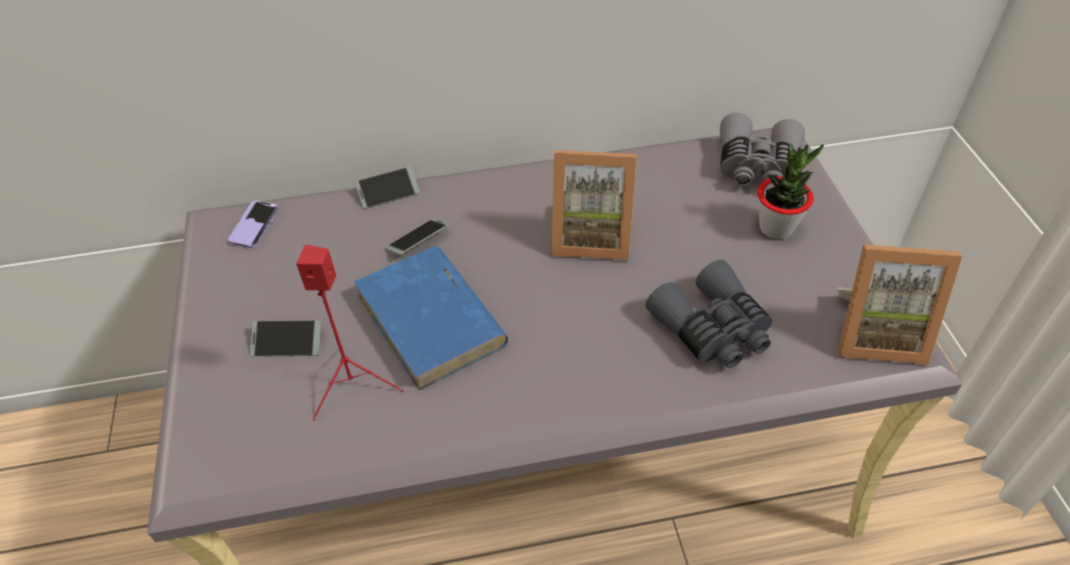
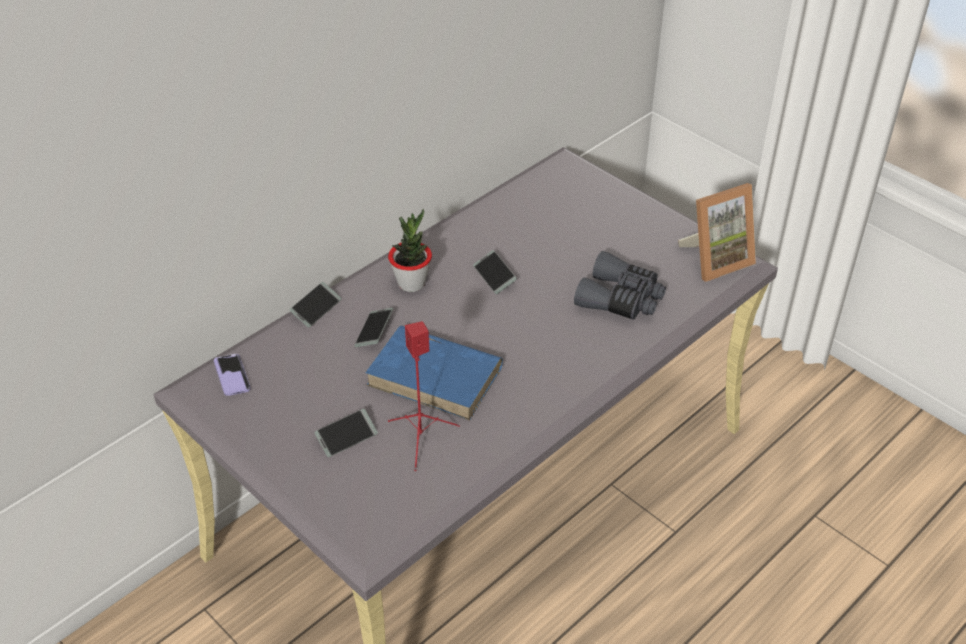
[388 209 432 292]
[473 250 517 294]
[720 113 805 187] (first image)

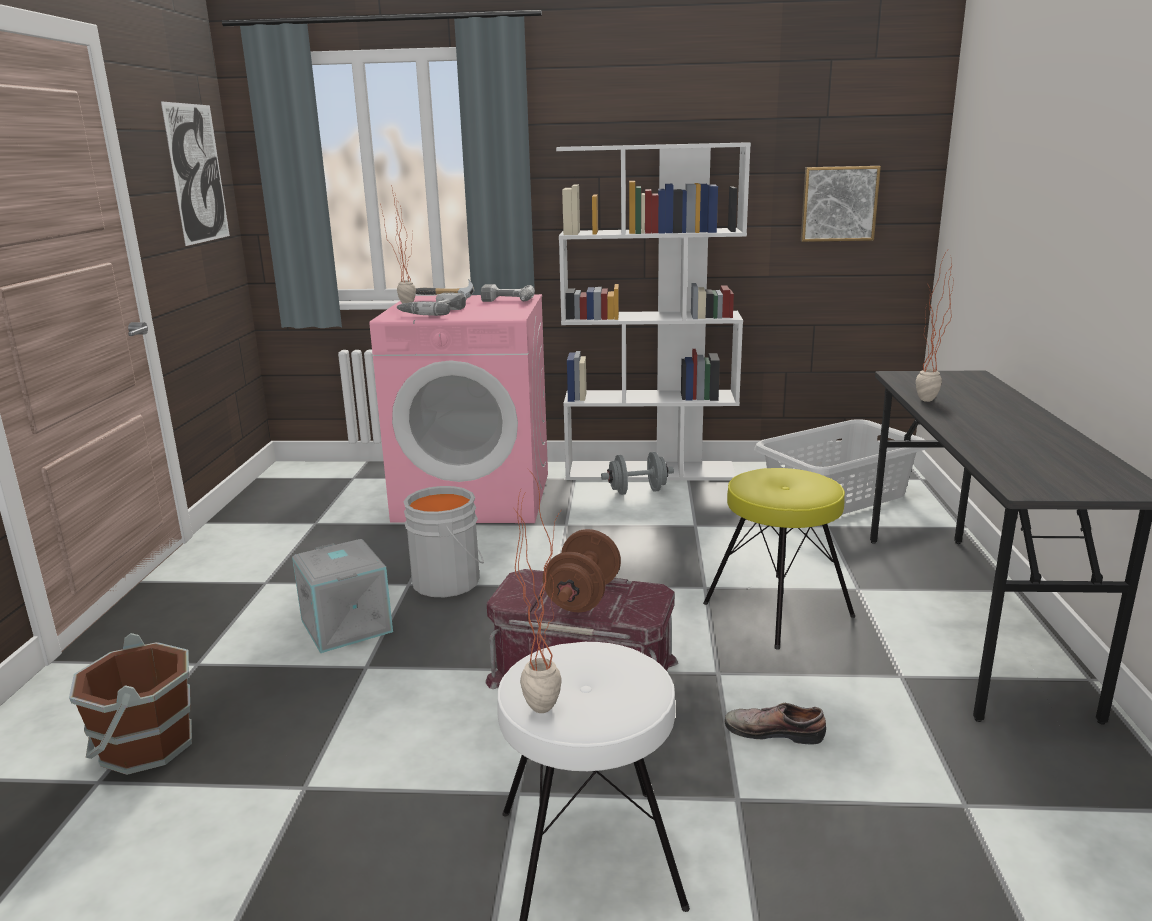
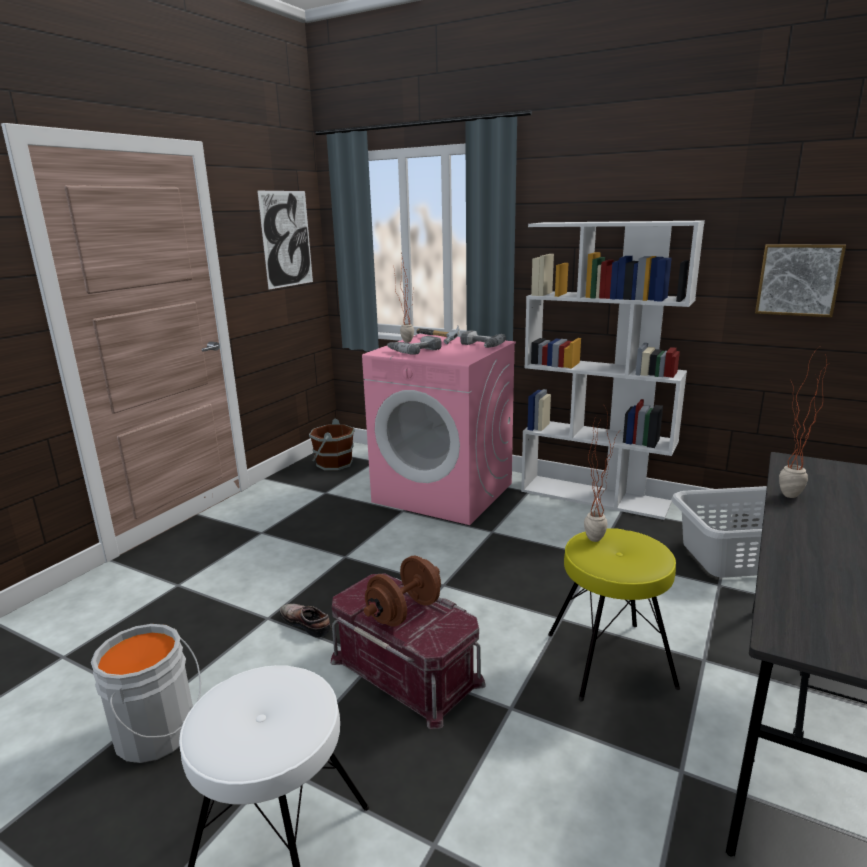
[91 624 201 763]
[280 604 331 638]
[309 418 355 471]
[584 407 618 542]
[292 539 393 653] (first image)
[601 452 674 495] (first image)

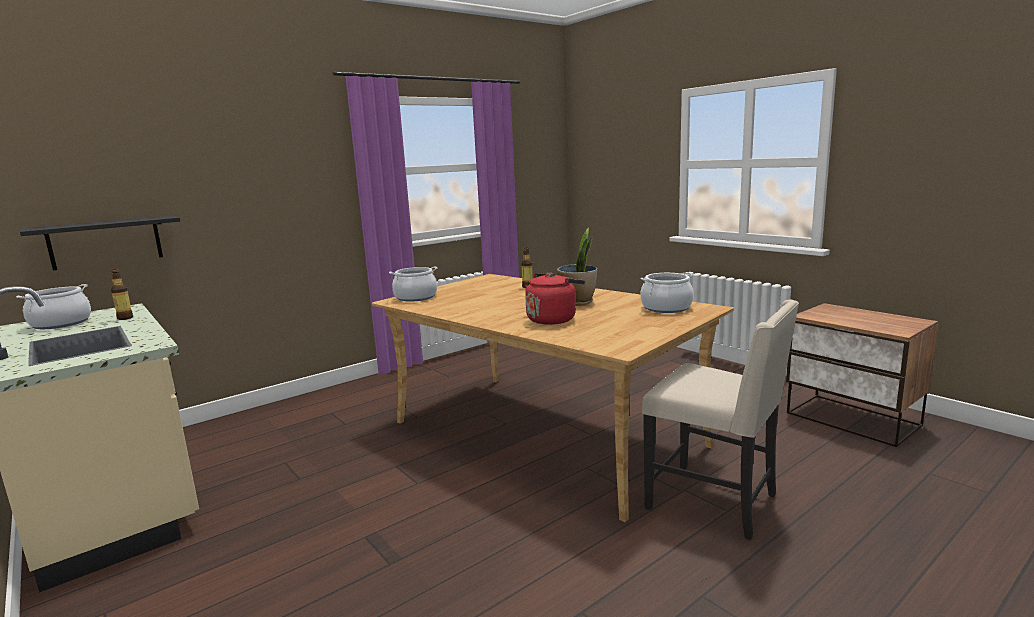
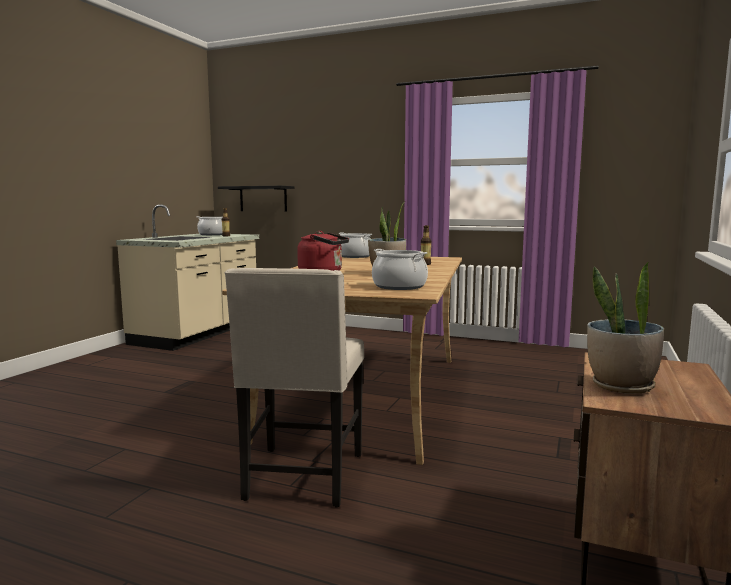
[587 261 664 394]

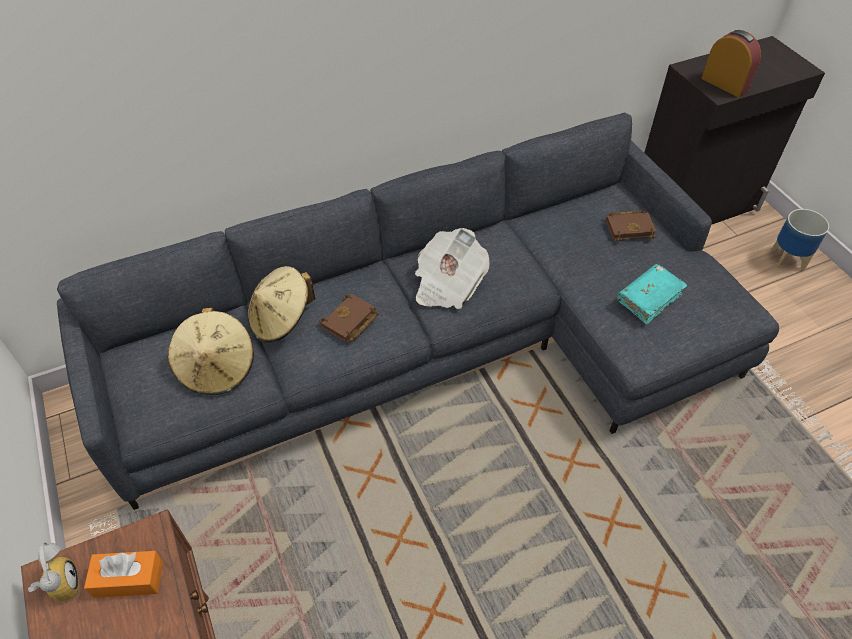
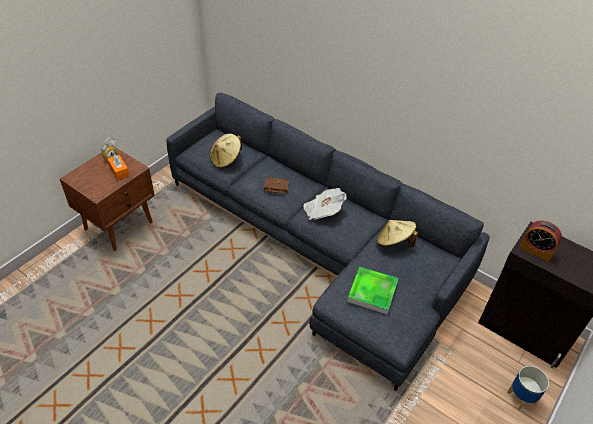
[347 267 398 314]
[377 220 418 247]
[519 220 562 262]
[606 211 657 241] (first image)

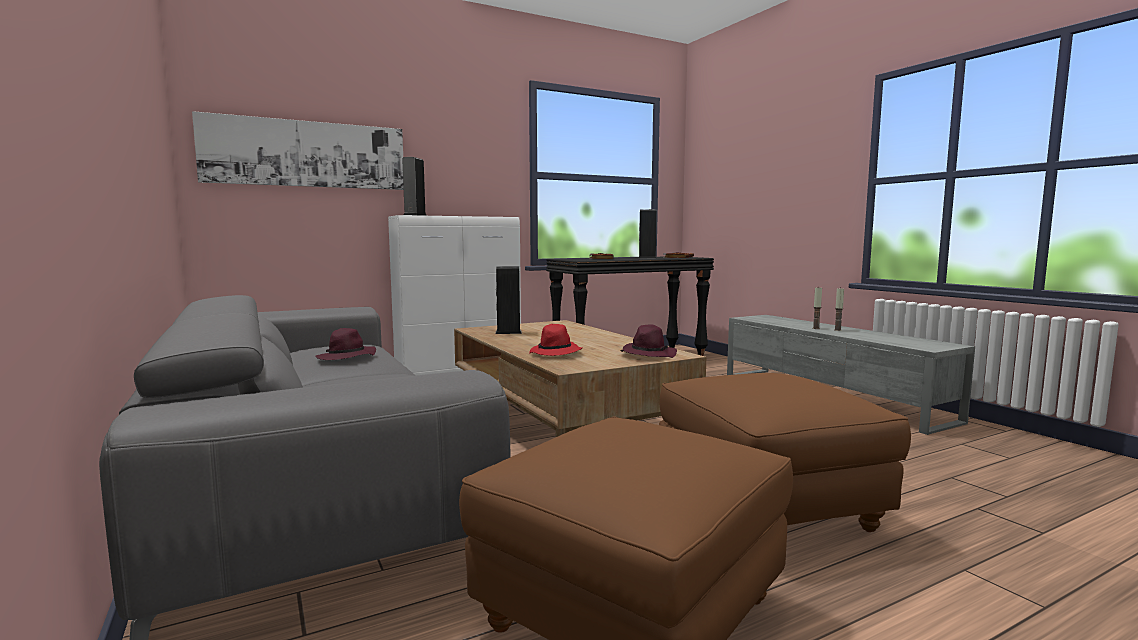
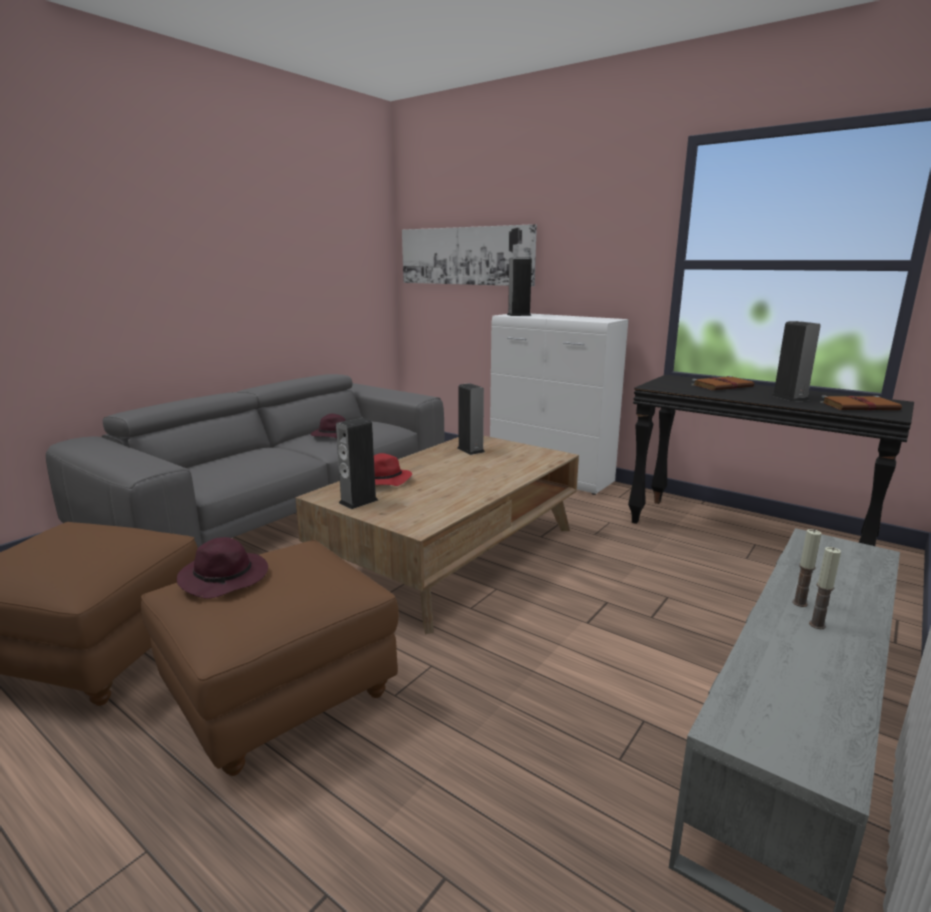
[177 537 268 599]
[336 417 378 509]

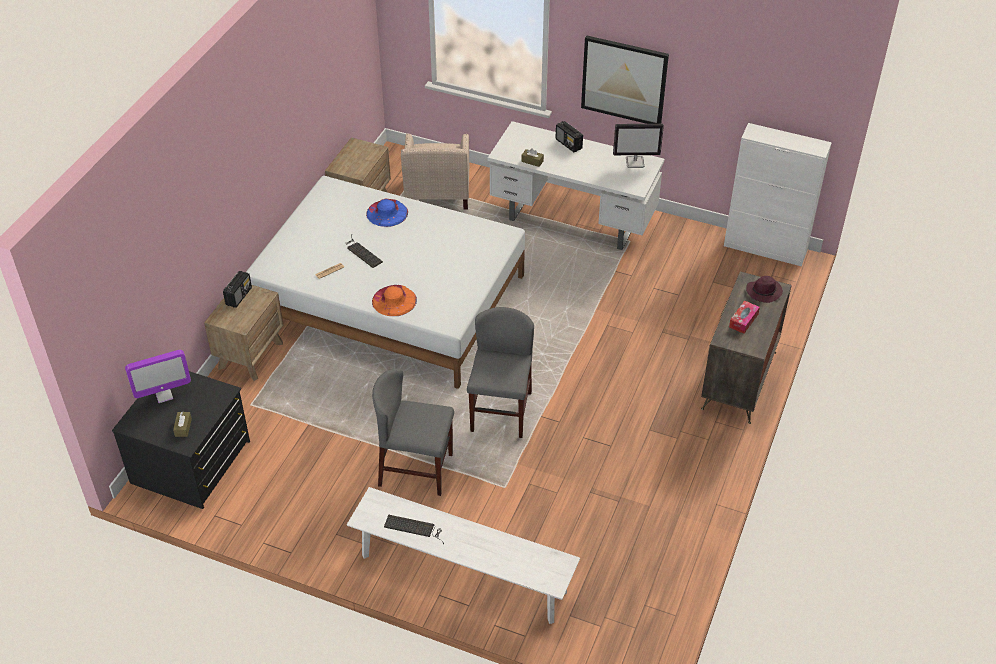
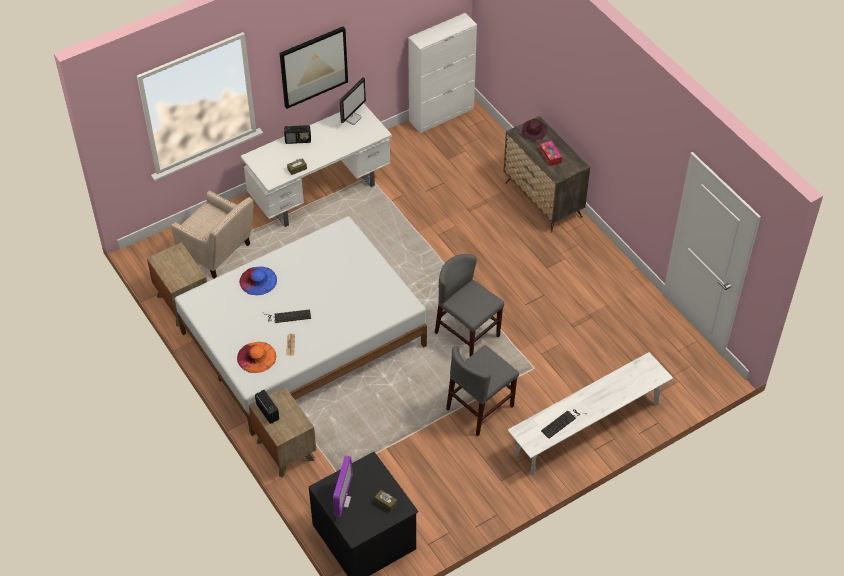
[237 342 276 373]

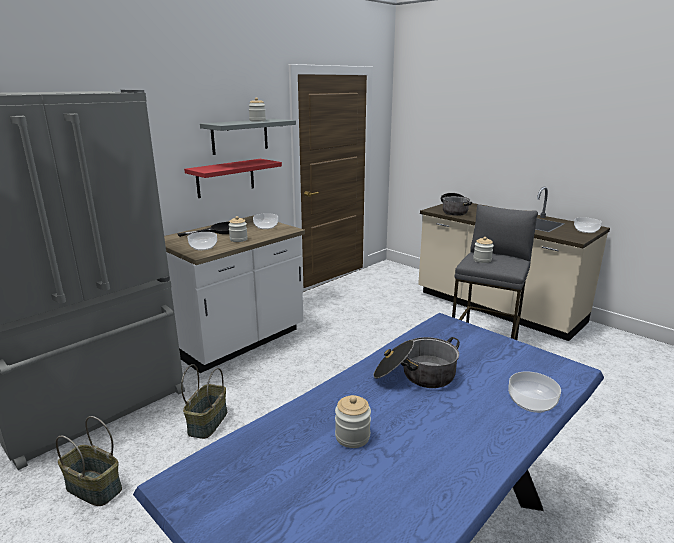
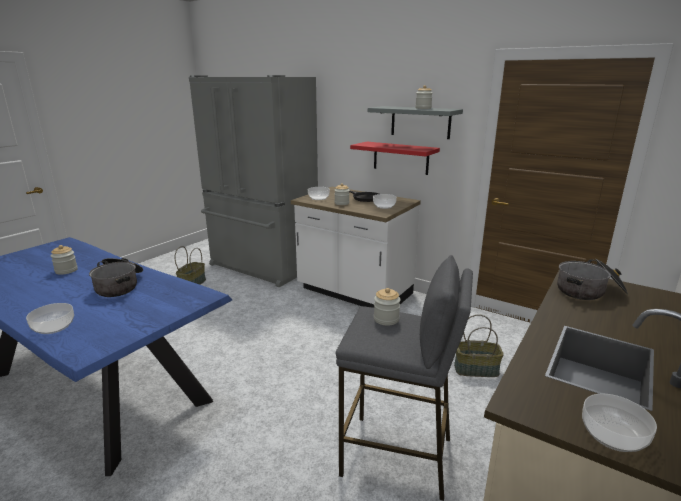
[454 315 504 377]

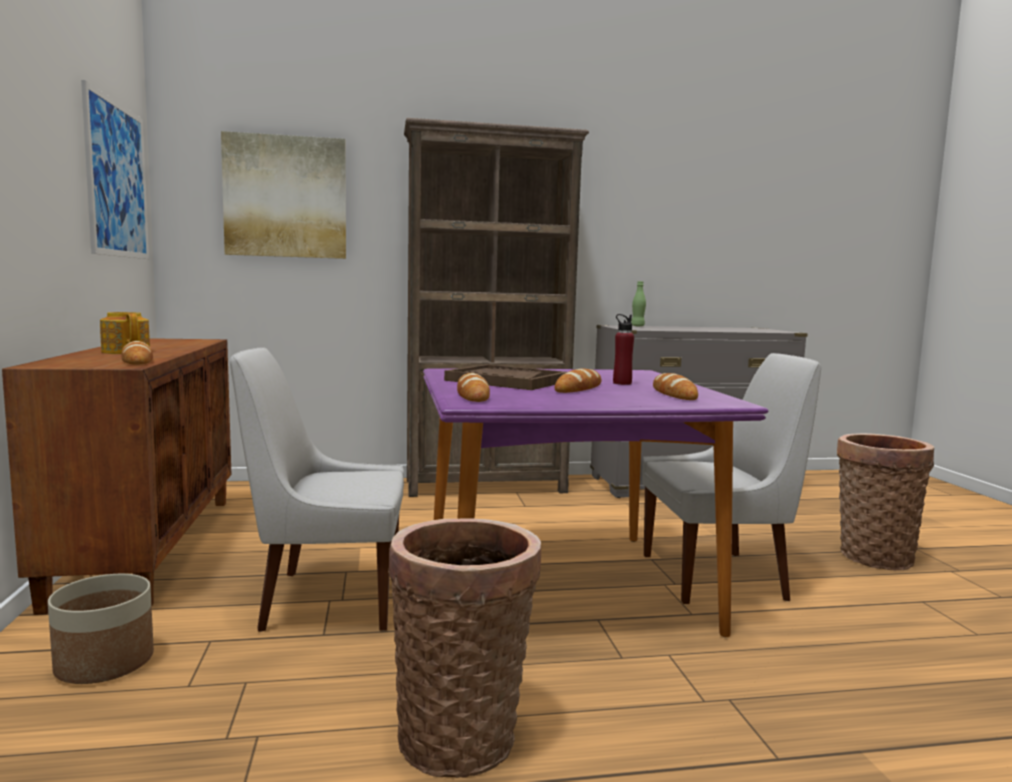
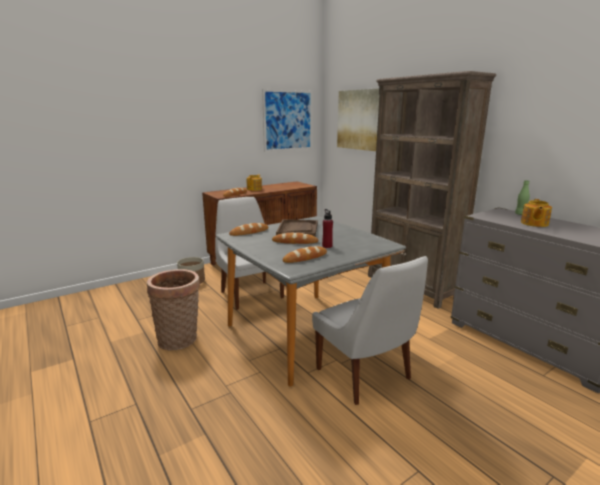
[216 216 406 387]
[521 199 552 227]
[837 433 934 570] (first image)

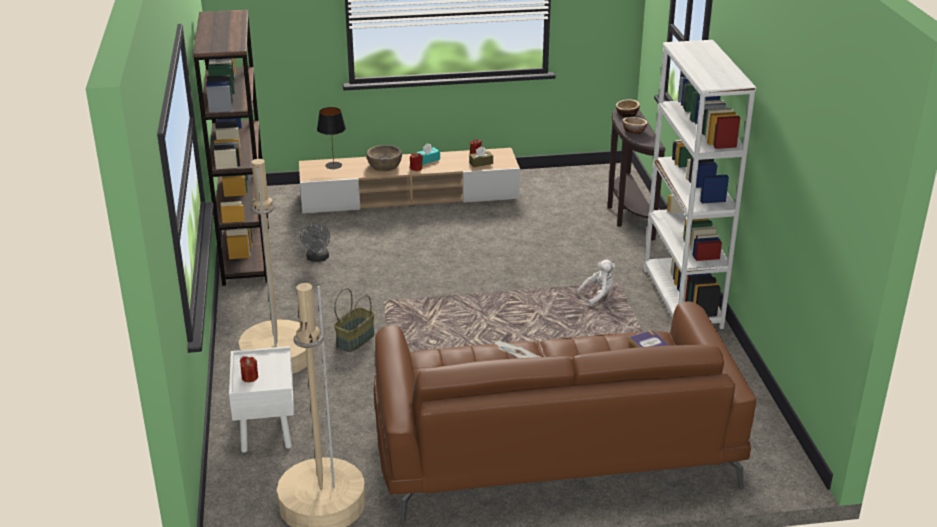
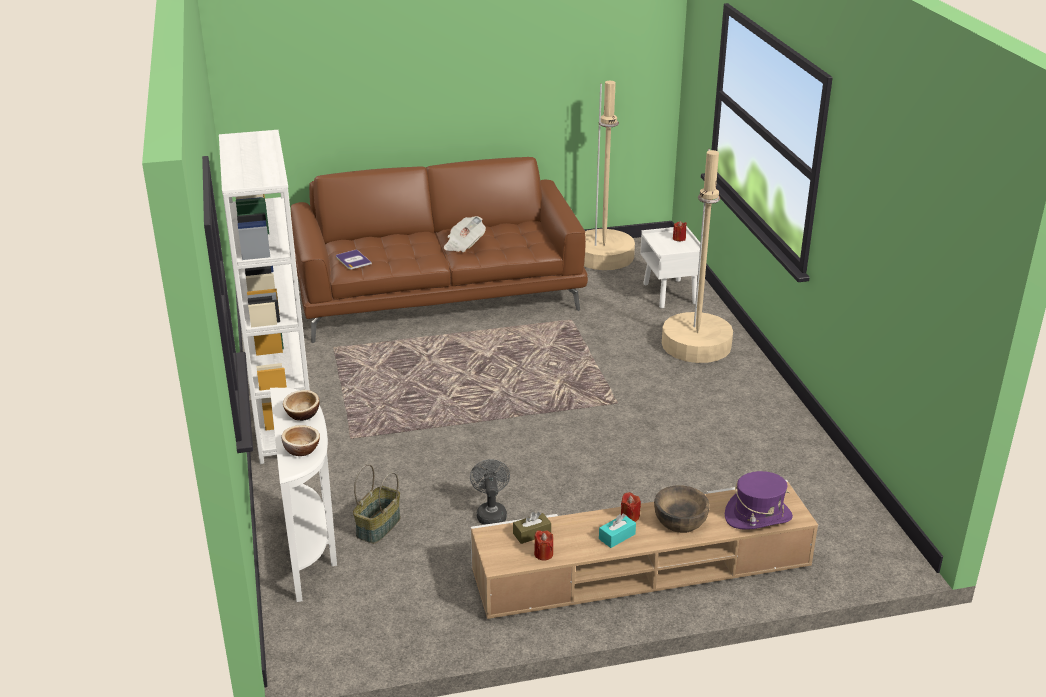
[270 388 337 602]
[353 464 400 543]
[470 459 510 525]
[725 471 793 530]
[193 10 269 286] (first image)
[576 259 615 306] (first image)

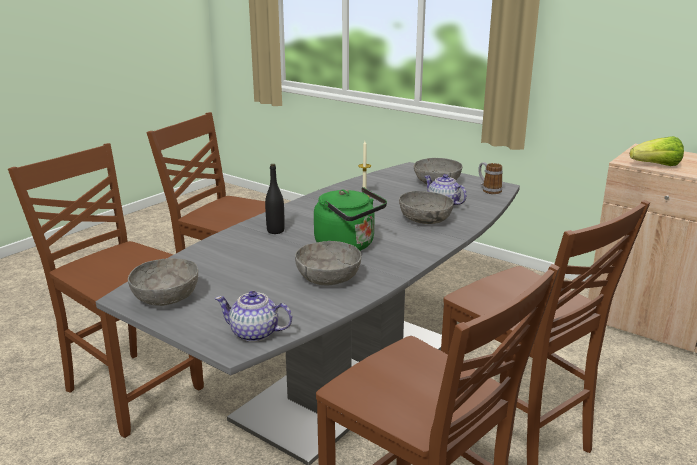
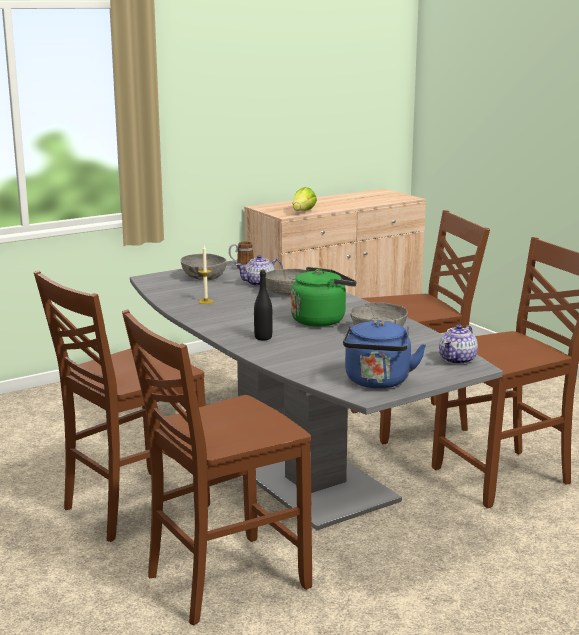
[343 320 426 388]

